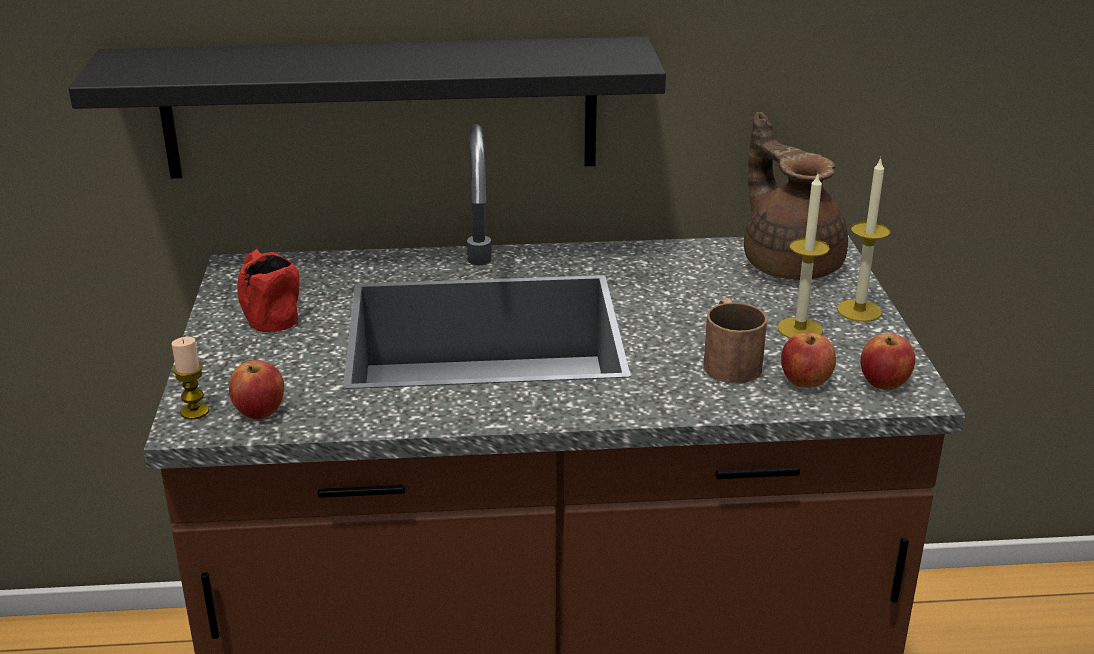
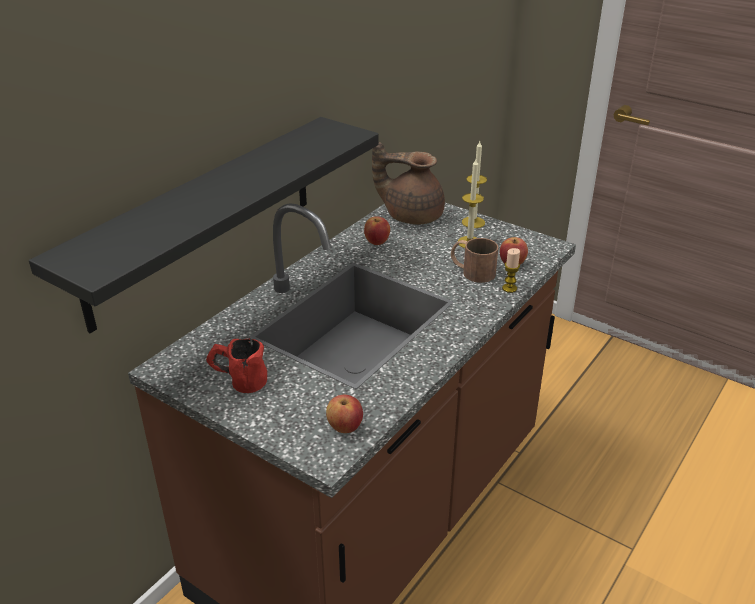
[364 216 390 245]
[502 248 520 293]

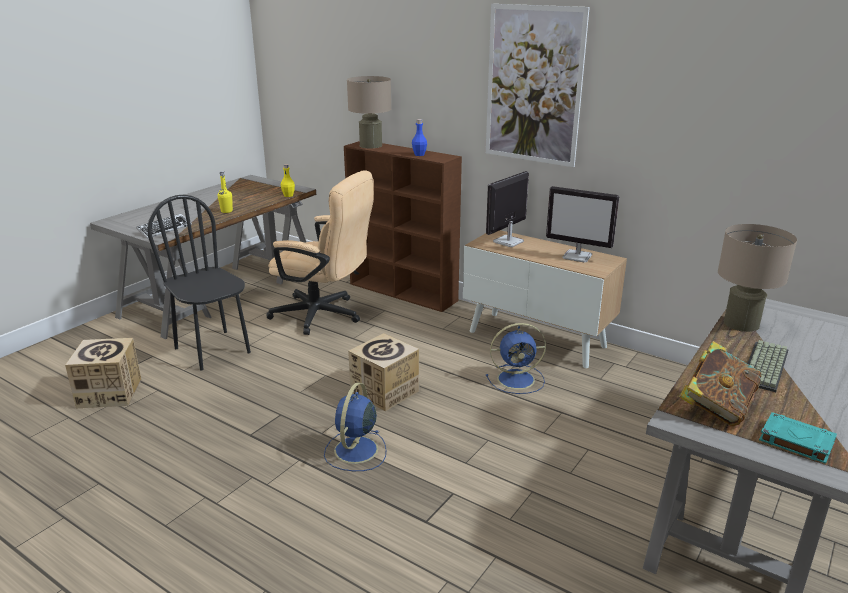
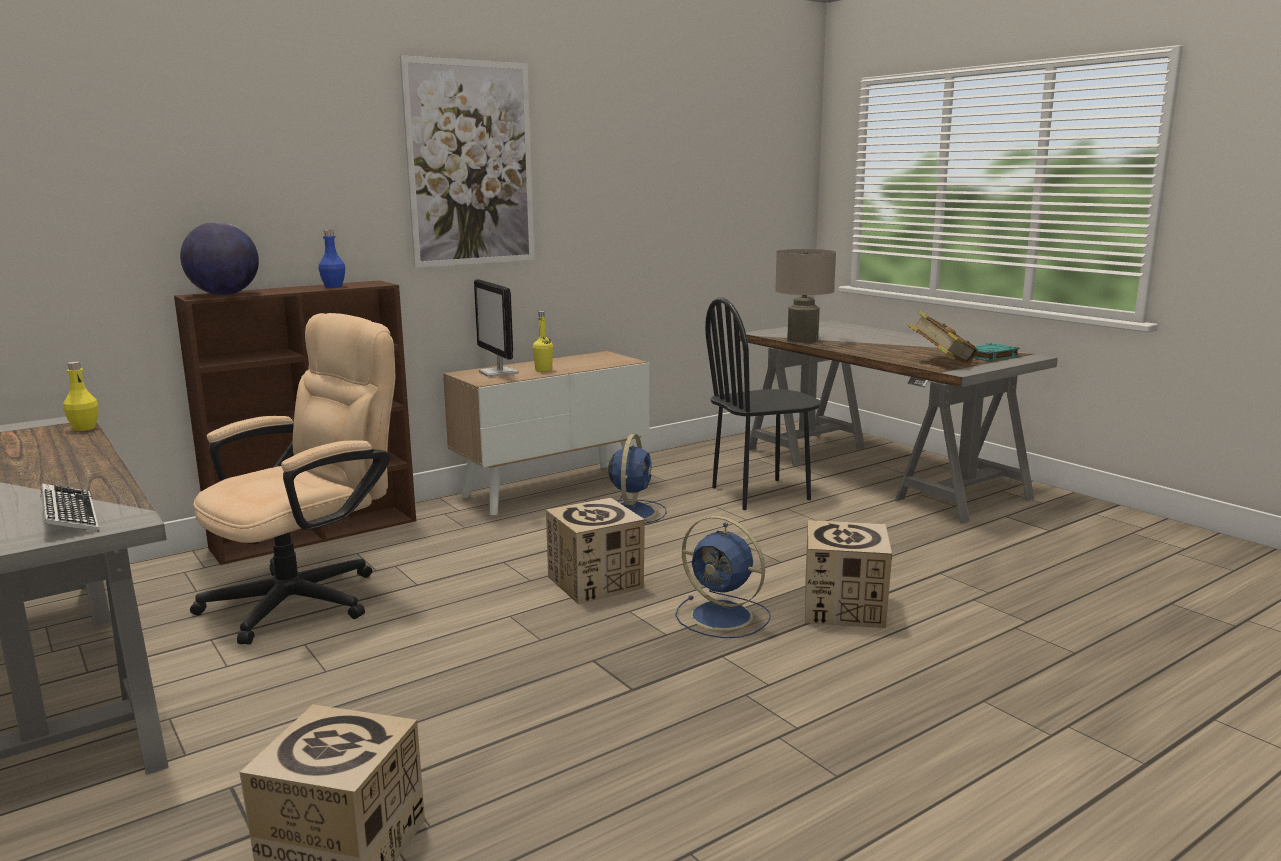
[180 222 259 295]
[533 311 553 372]
[705 297 821 510]
[805 520 892 628]
[546 186 619 262] (first image)
[747 340 789 392] (first image)

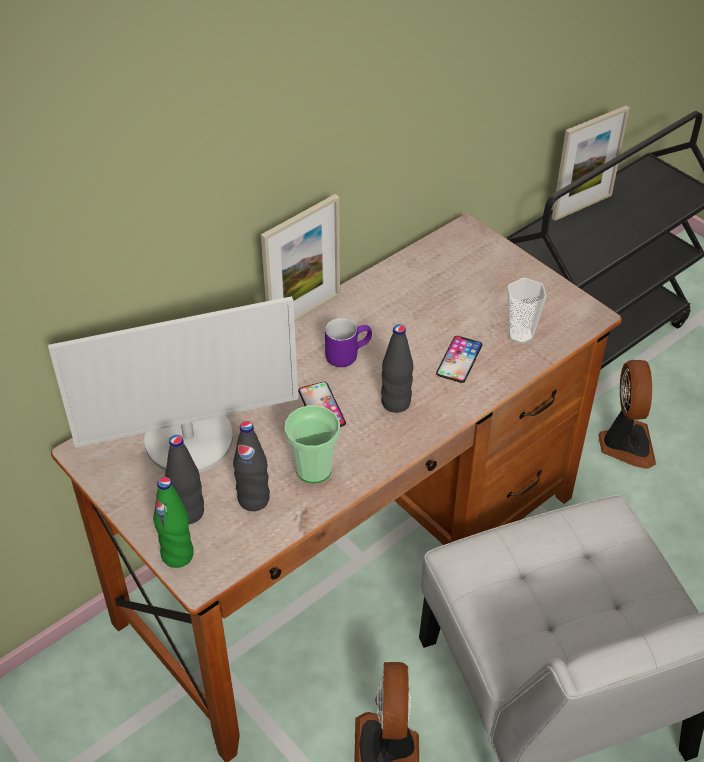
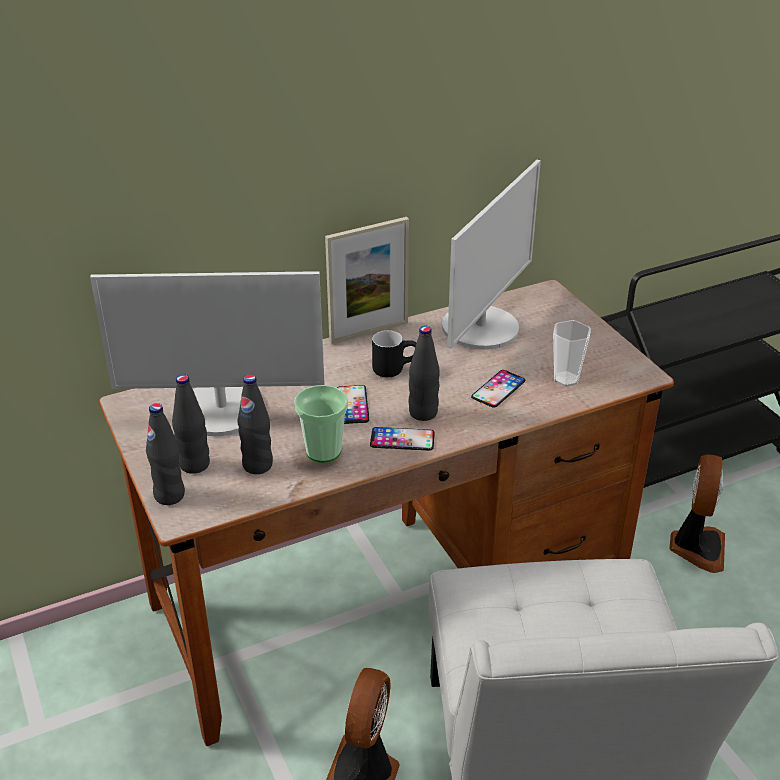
[146 403 185 505]
[370 427 435 451]
[372 330 416 378]
[442 160 541 350]
[552 106 630 221] (first image)

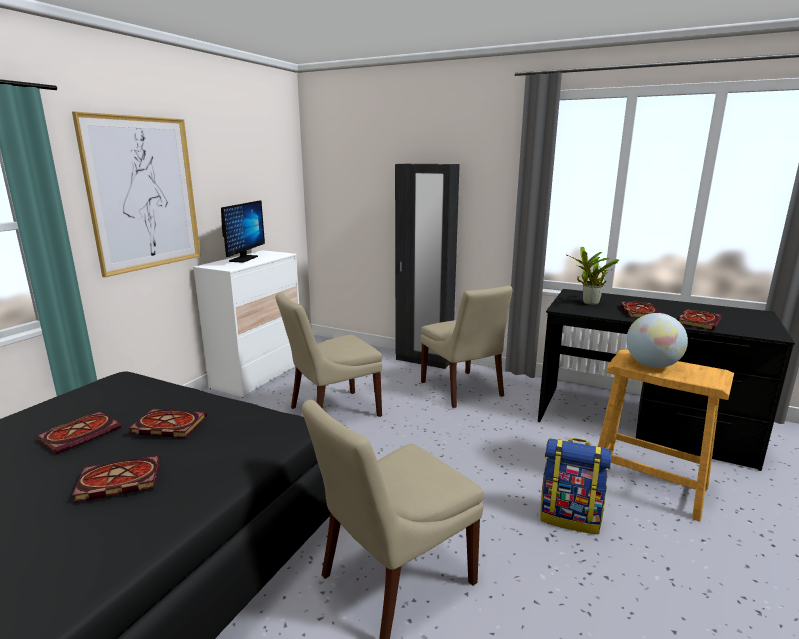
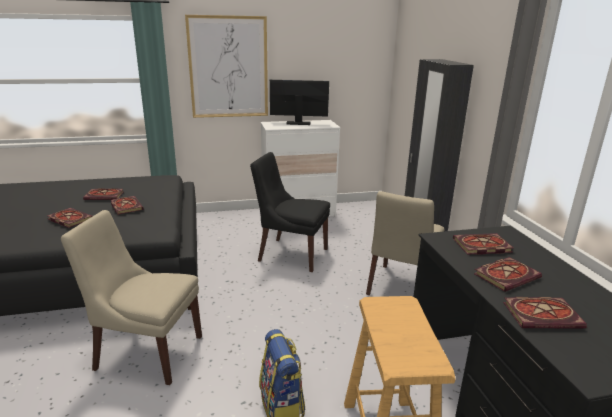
[250 152 330 272]
[270 80 329 125]
[453 233 513 255]
[626 313 688 368] (first image)

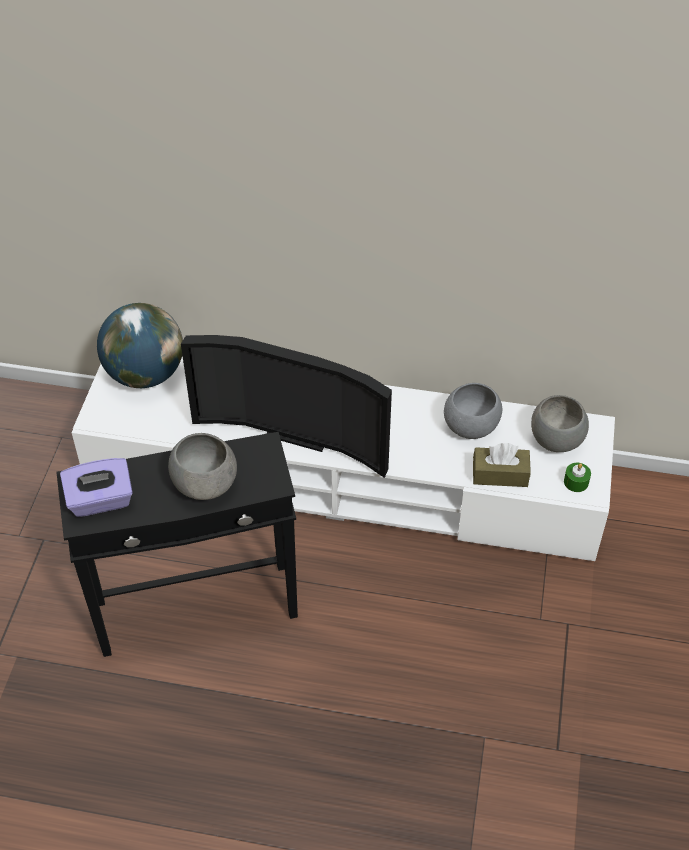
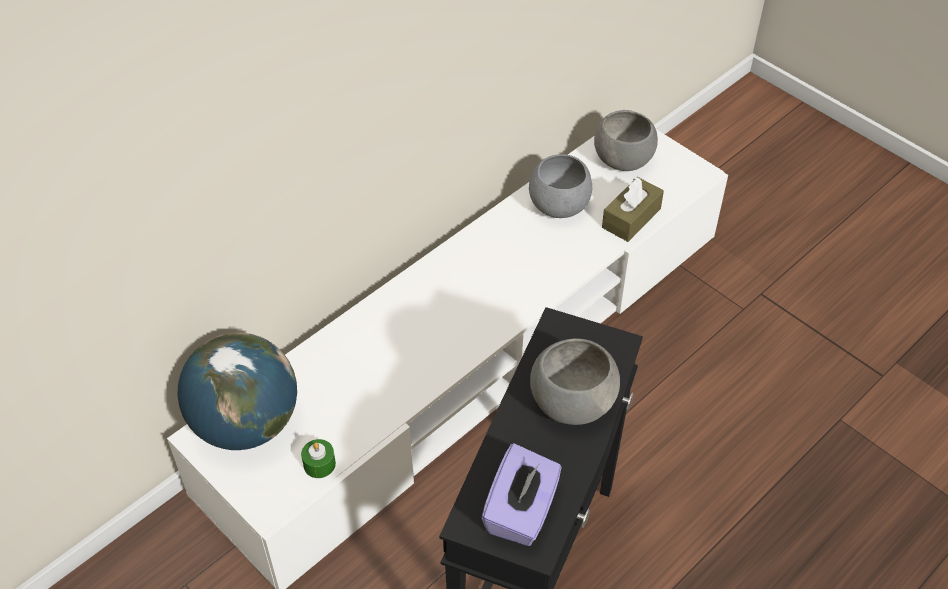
[301 439 336 478]
[181 335 392 478] (first image)

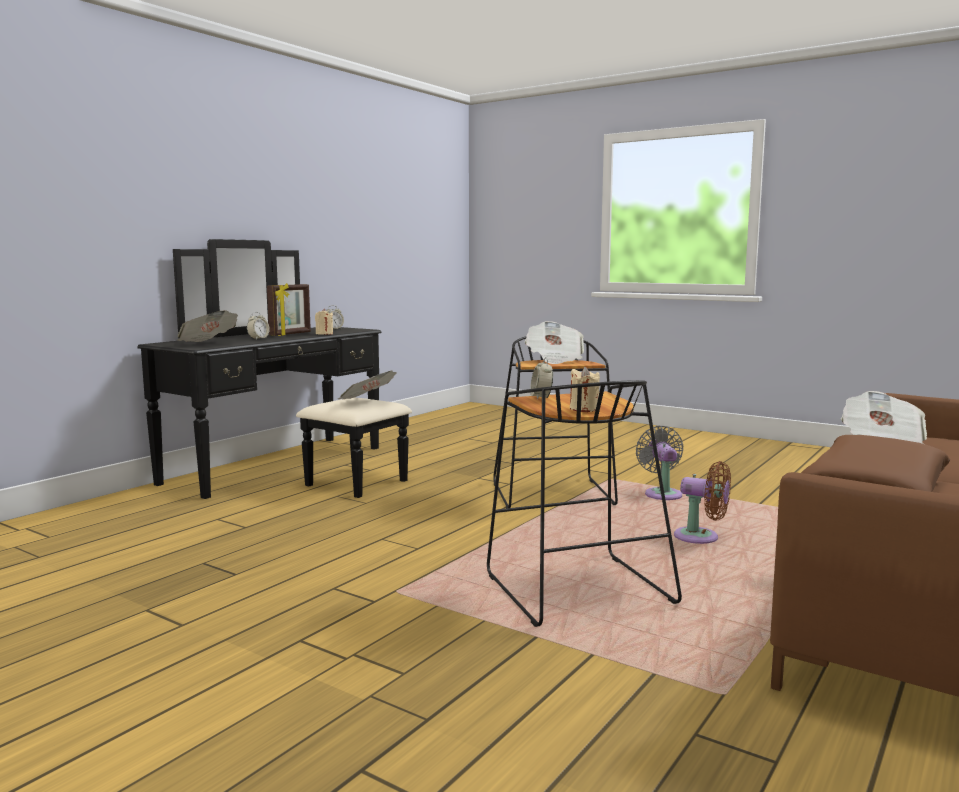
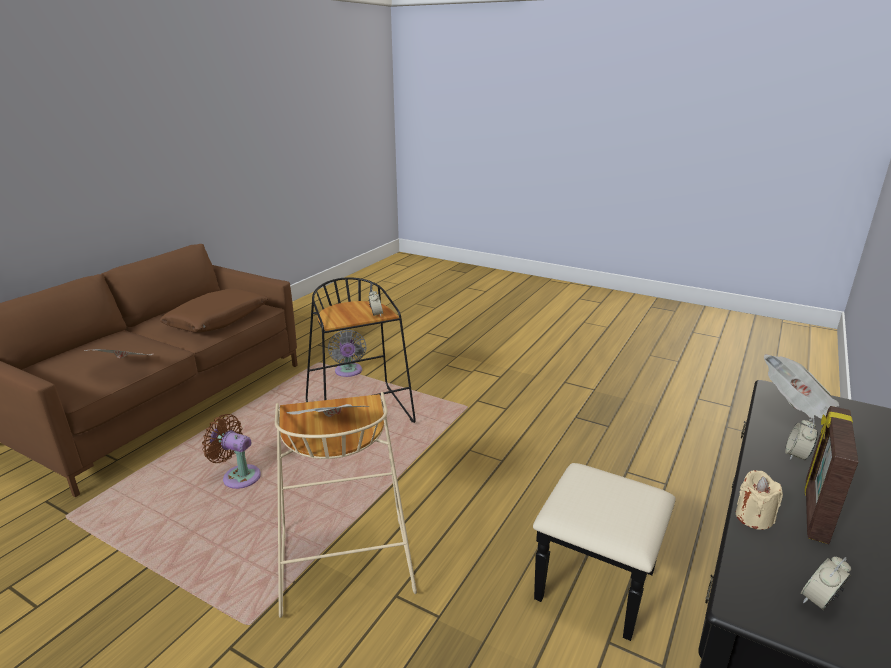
[275 392 417 618]
[328 330 367 377]
[338 370 397 399] (first image)
[570 366 600 412] (first image)

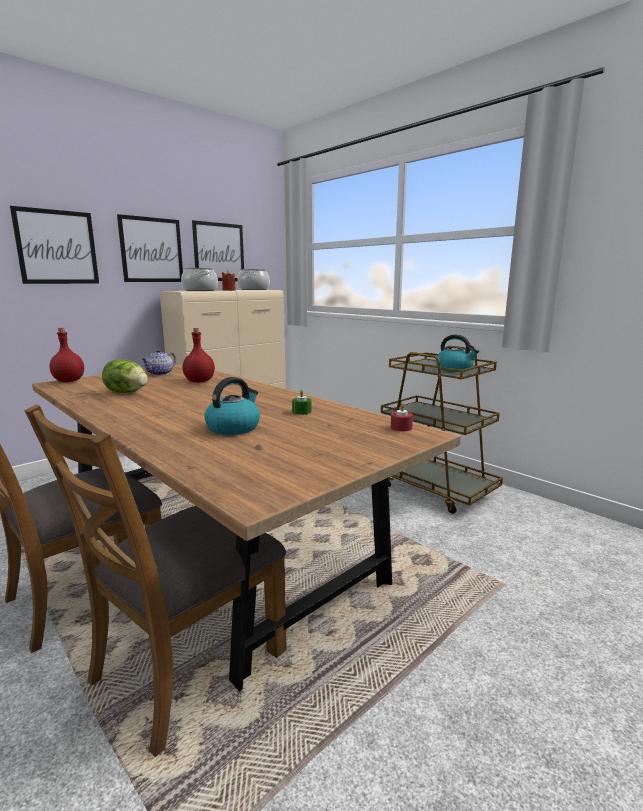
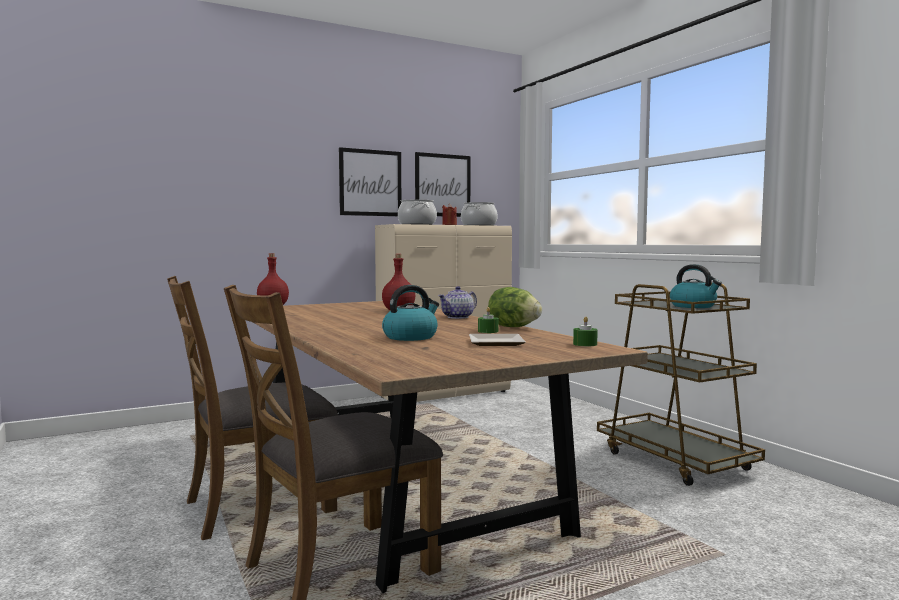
[438 286 477 319]
[469 334 526 346]
[488 287 542 327]
[573 316 598 346]
[10 206 99 284] (first image)

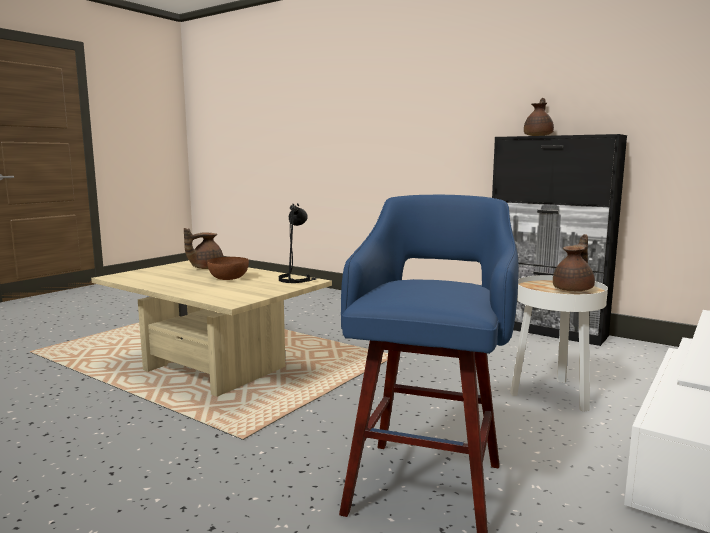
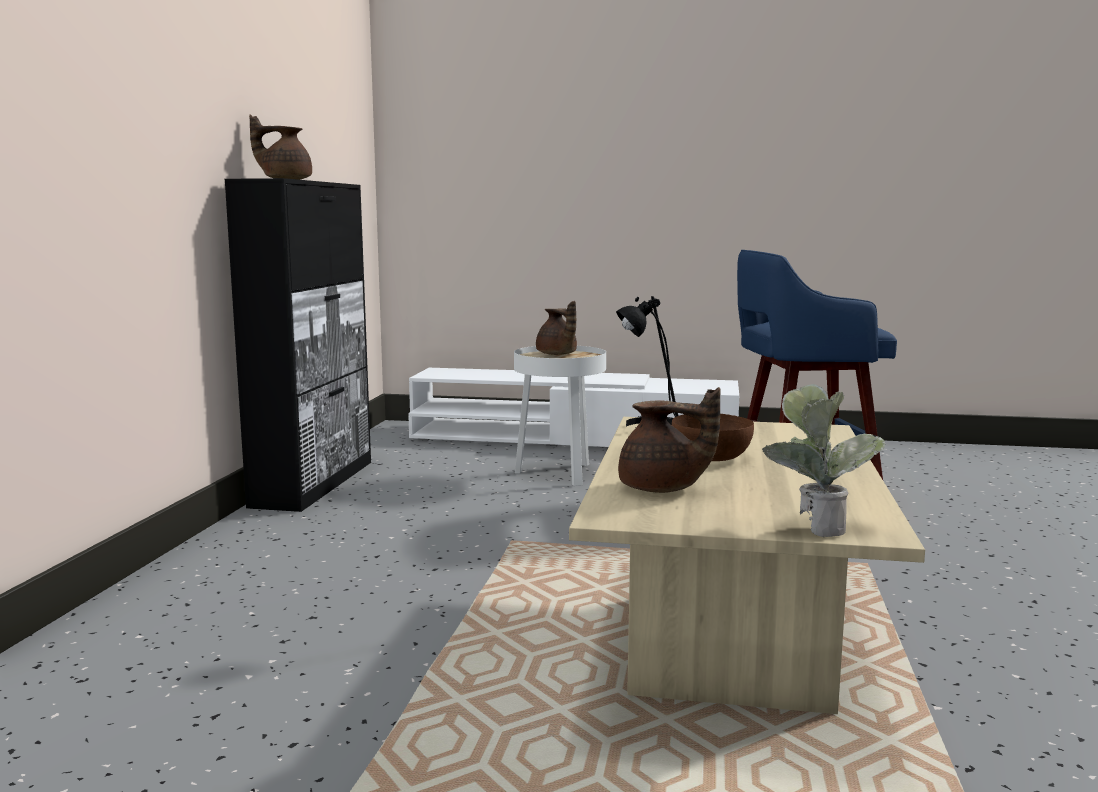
[536 301 577 355]
[762 384 885 537]

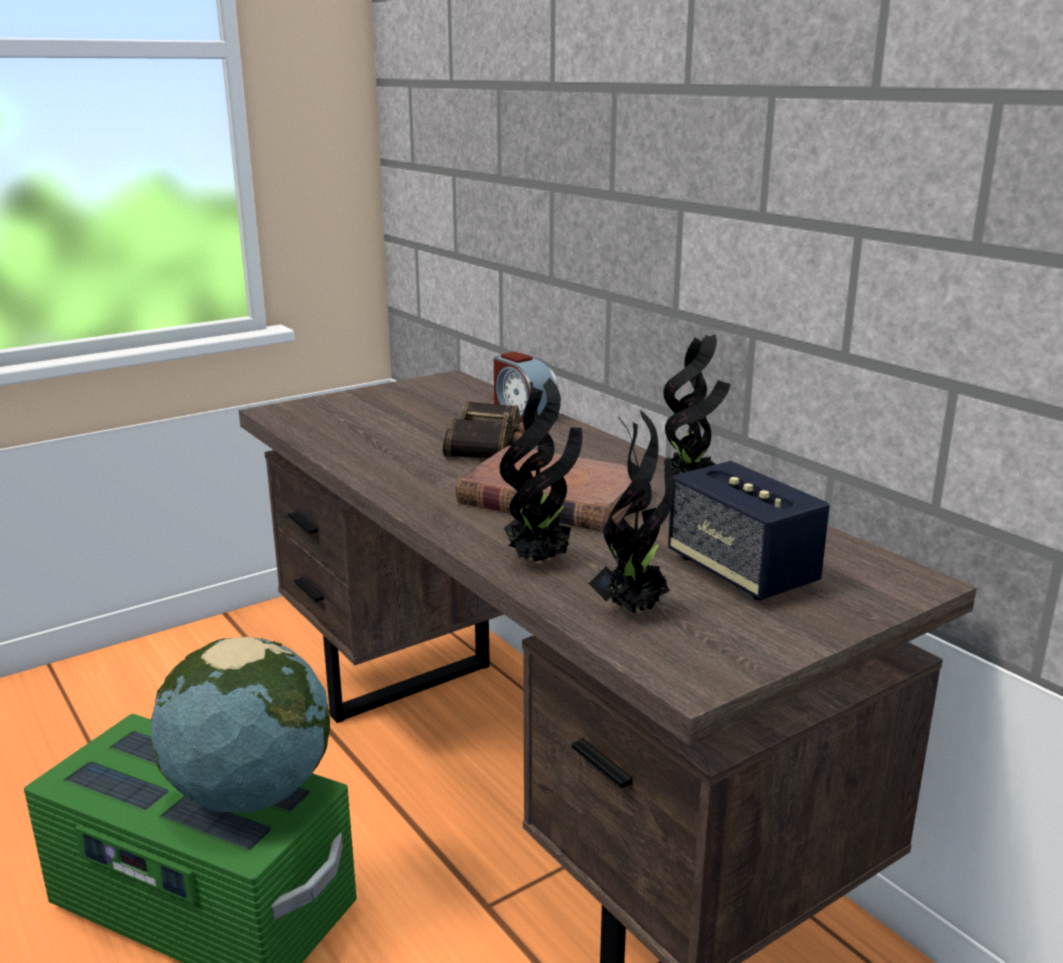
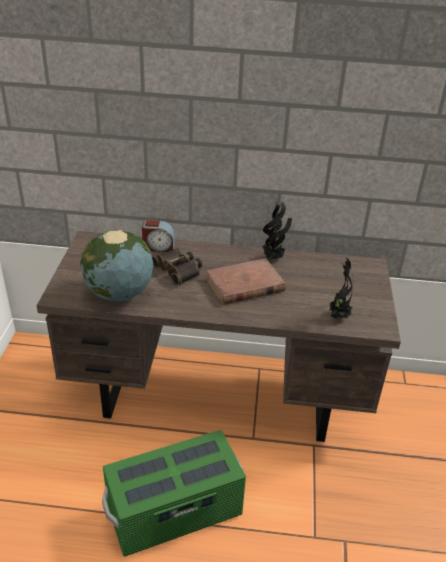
[80 230 153 301]
[500 378 582 563] (first image)
[668 461 830 600] (first image)

